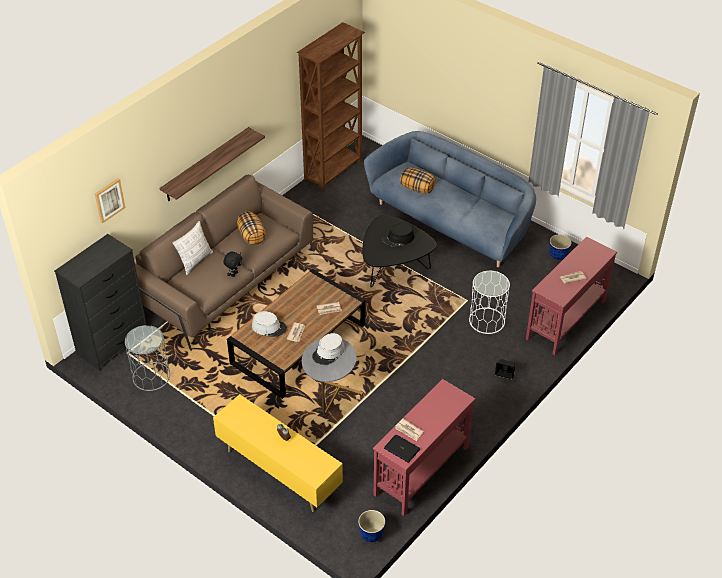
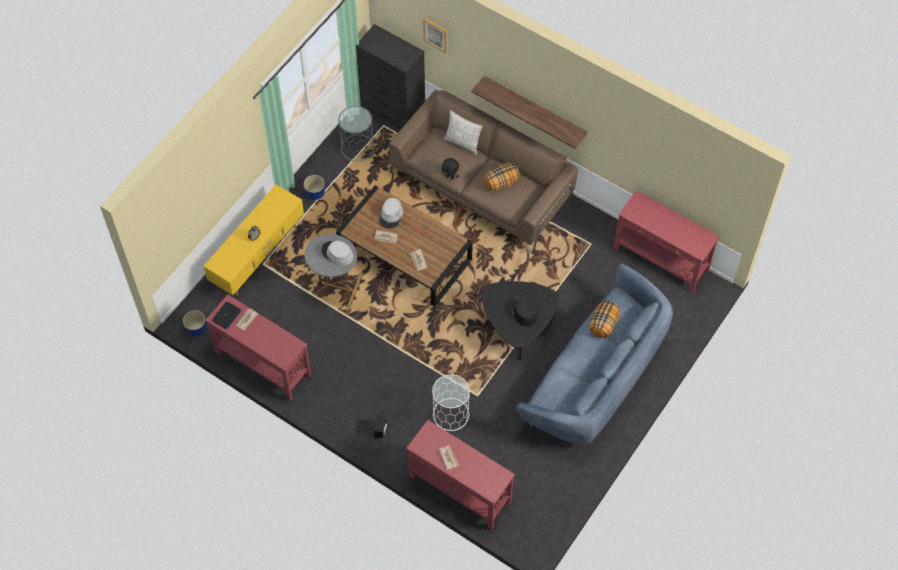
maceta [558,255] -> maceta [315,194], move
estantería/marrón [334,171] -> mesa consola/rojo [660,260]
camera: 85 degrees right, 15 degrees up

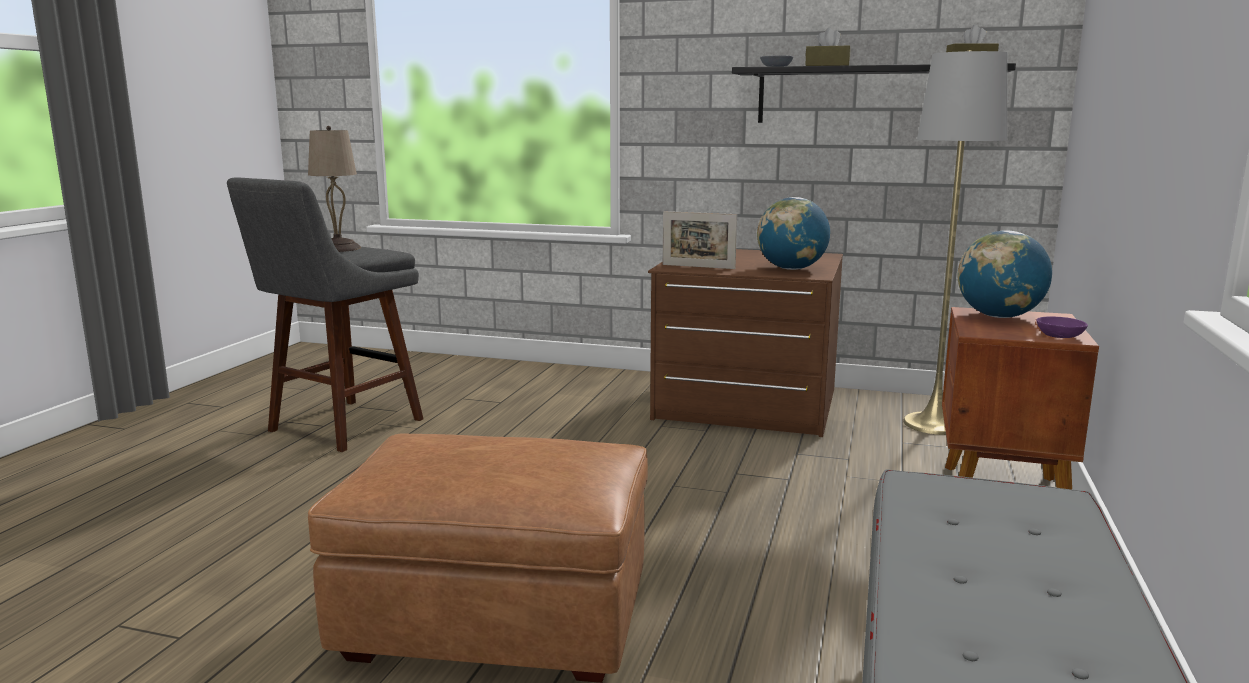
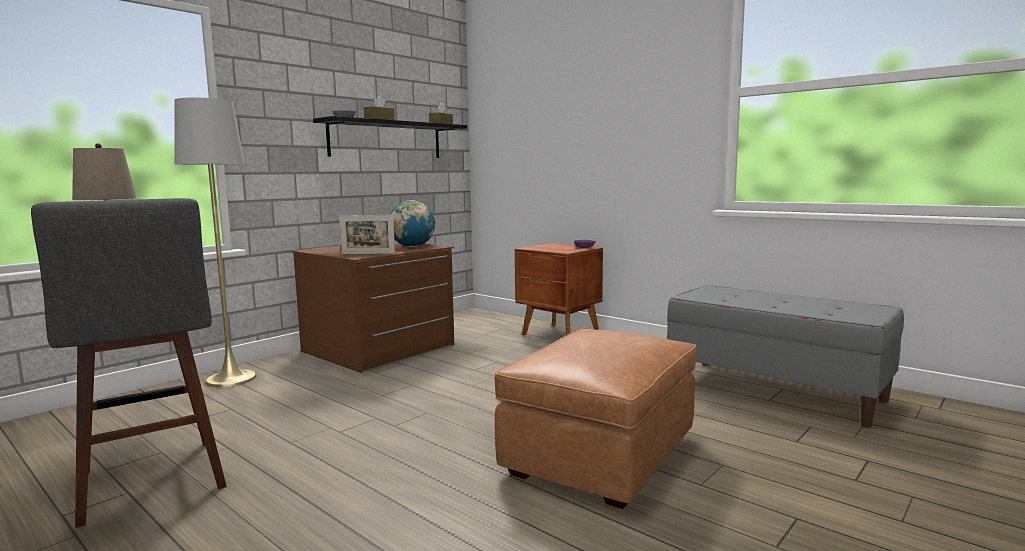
lámpara de pie/gris [934,424] -> lámpara de pie/gris [231,379], move
portarretratos [698,266] -> portarretratos [368,253], 45 degrees clockwise
globo terráqueo [999,316] -> none
camera: 65 degrees left, 5 degrees down

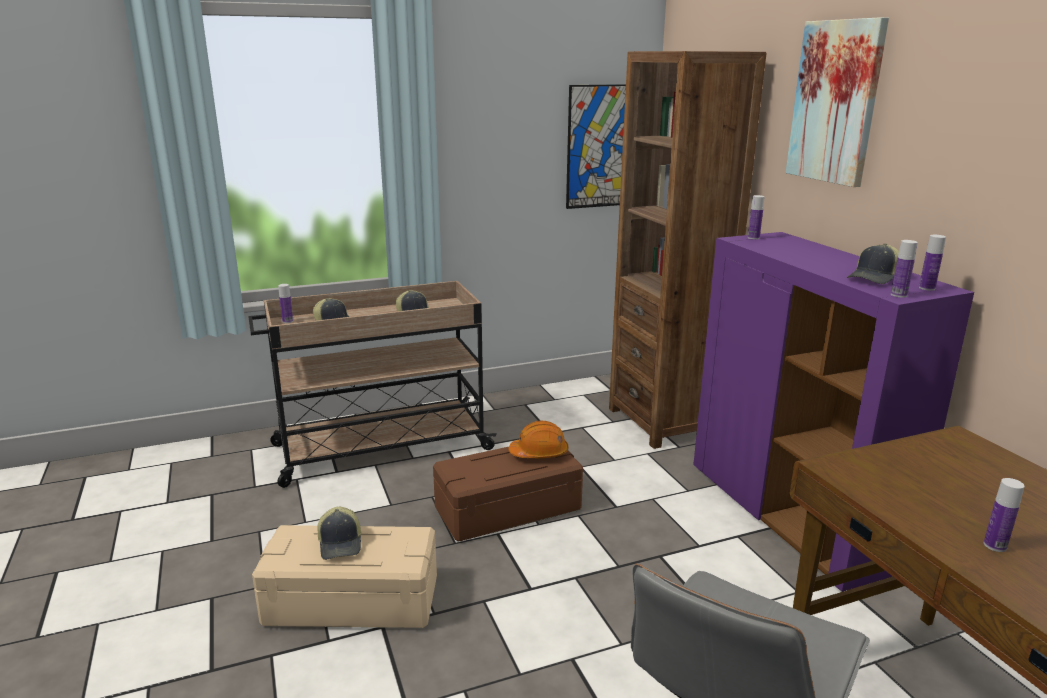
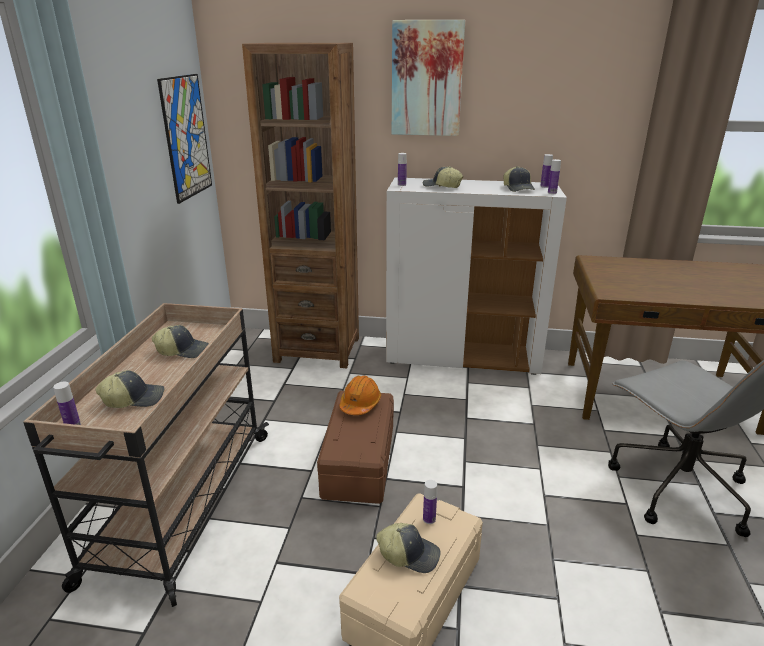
armario/morado [791,517] -> armario/blanco [463,357]
none -> gorra [441,187]
botella [995,545] -> botella [429,519], move
camera: 60 degrees left, 5 degrees up

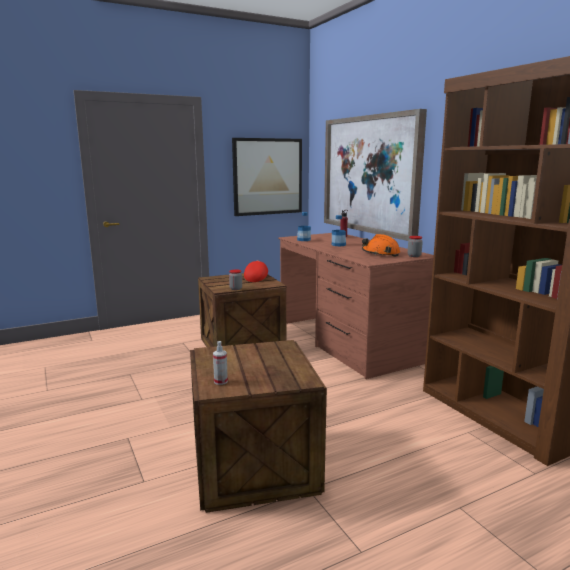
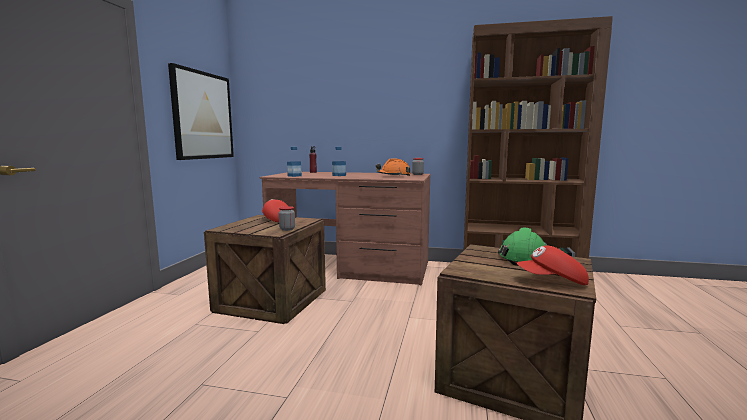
none -> casco/verde [523,258]
pulverizador [220,381] -> gorra/rojo [552,282]
cuadro [370,174] -> none
camera: 50 degrees left, 5 degrees down

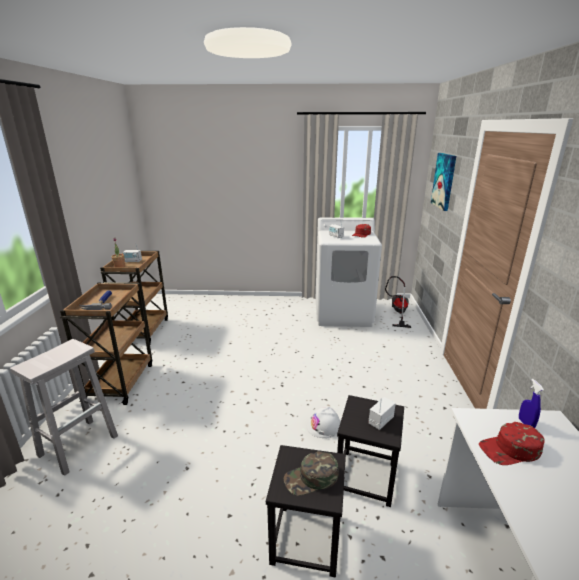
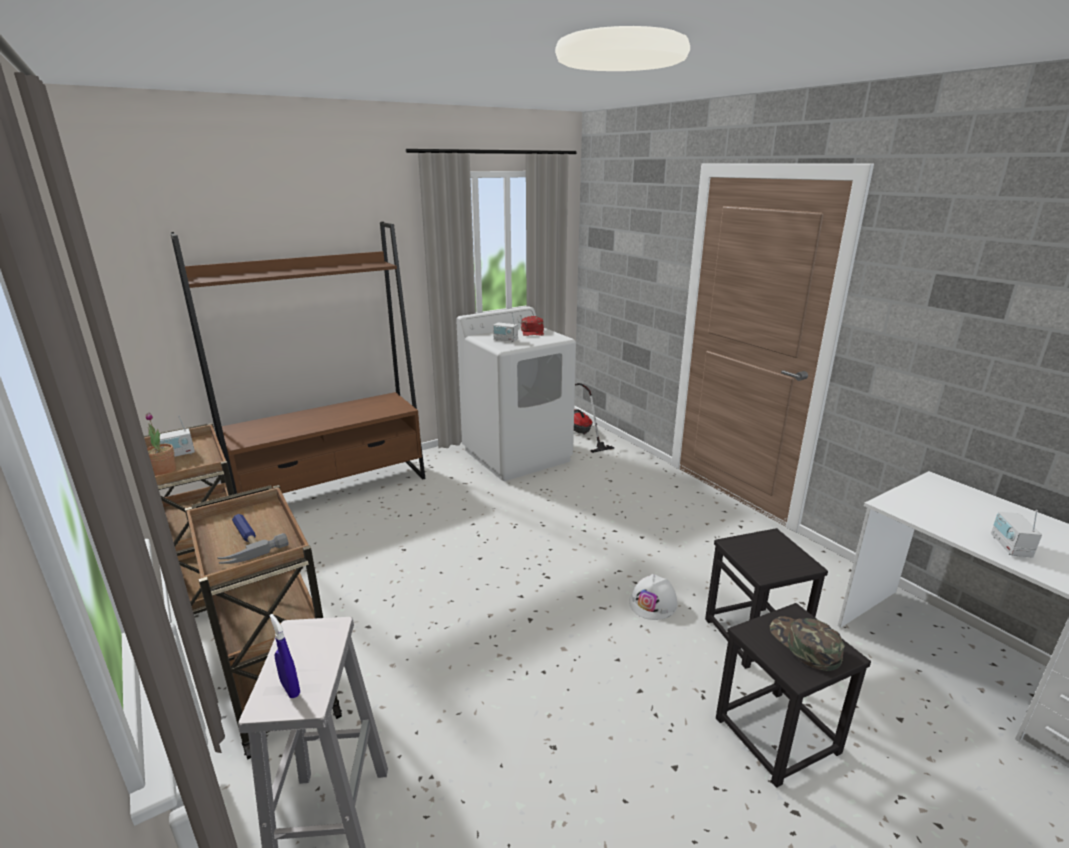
none -> estantería/marrón [332,490]
pulverizador/azul [525,424] -> pulverizador/azul [290,688], move
gorra/verde [311,478] -> gorra/verde [804,644], 120 degrees clockwise
radio [380,421] -> radio [1010,547], move
cuadro [444,181] -> none
gorra/rojo [510,449] -> none
camera: 35 degrees left, 0 degrees up

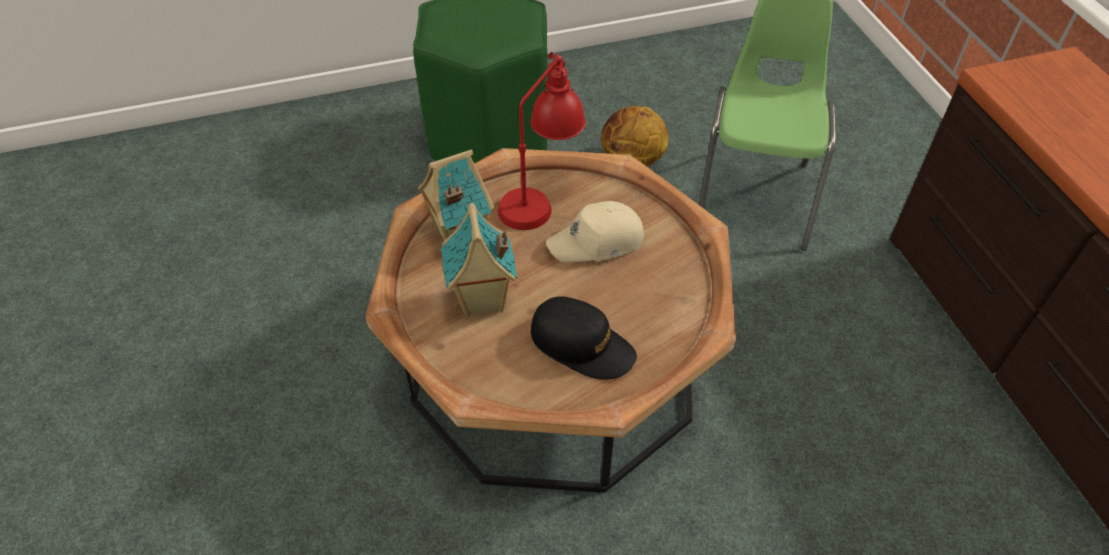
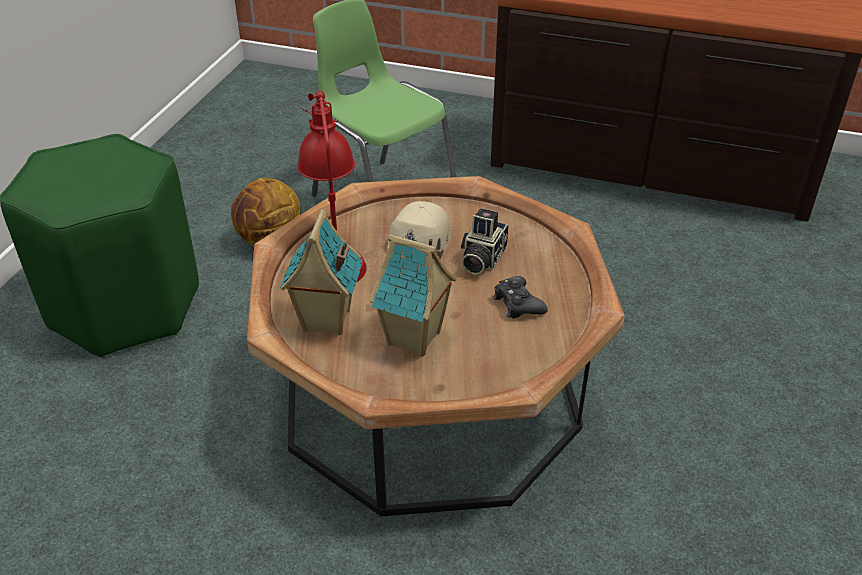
none -> cámara [481,259]
gorra/negro [582,345] -> mando de consola/negro [518,304]
camera: 55 degrees left, 10 degrees down

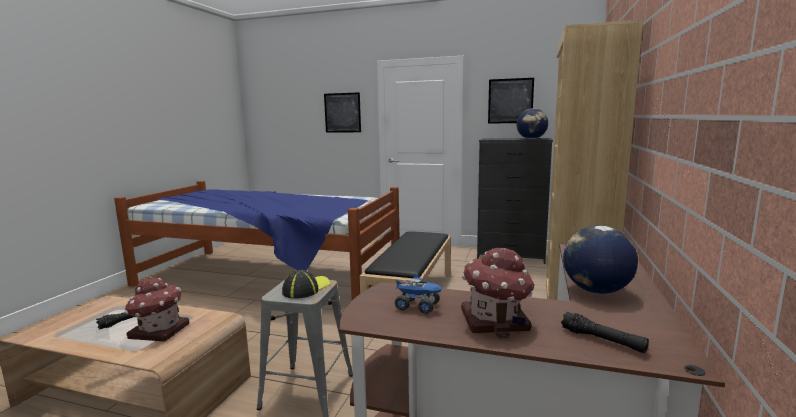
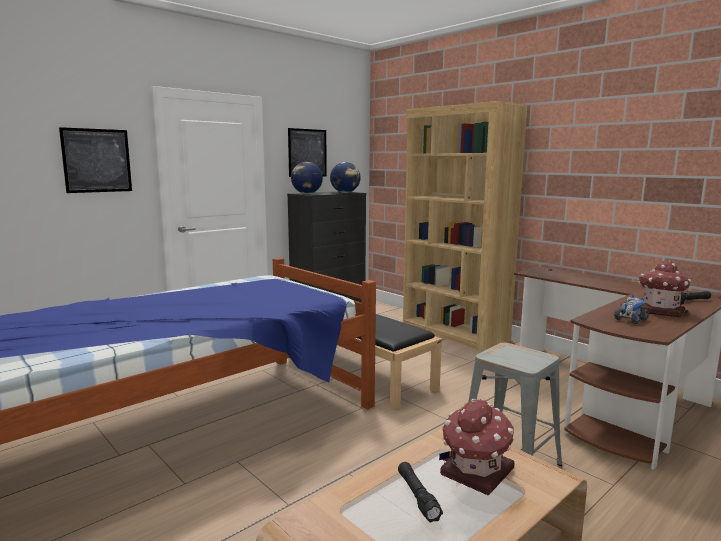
globo terráqueo [596,290] -> globo terráqueo [306,193], move
gorra [306,289] -> none
camera: 60 degrees left, 0 degrees up

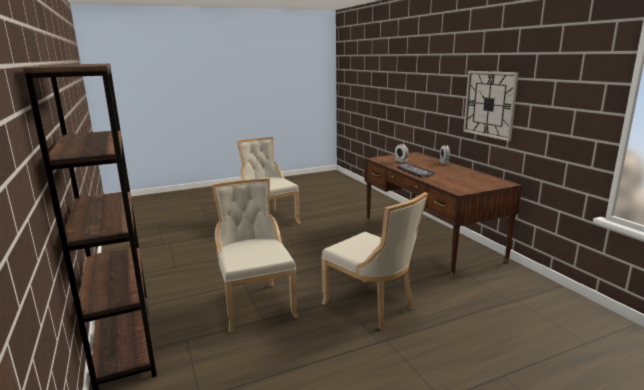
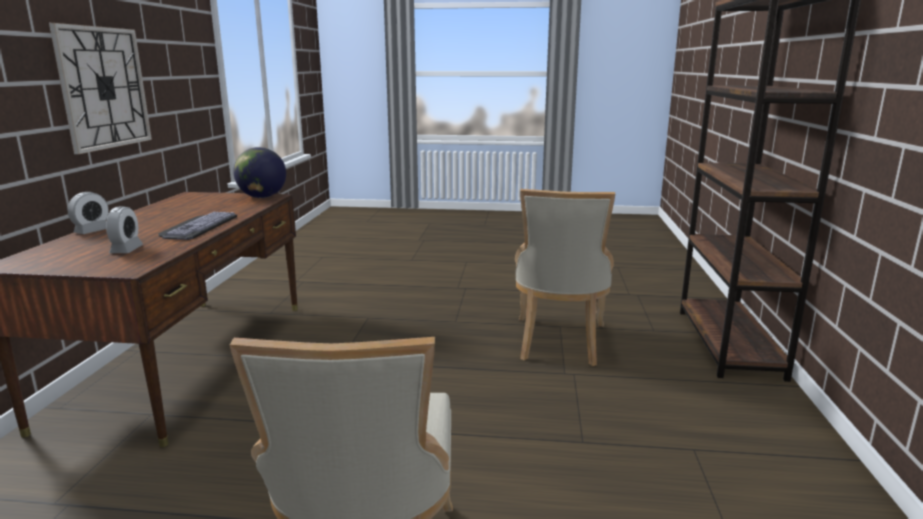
none -> globo terráqueo [262,197]
silla/beis [372,306] -> none
camera: 150 degrees left, 0 degrees up

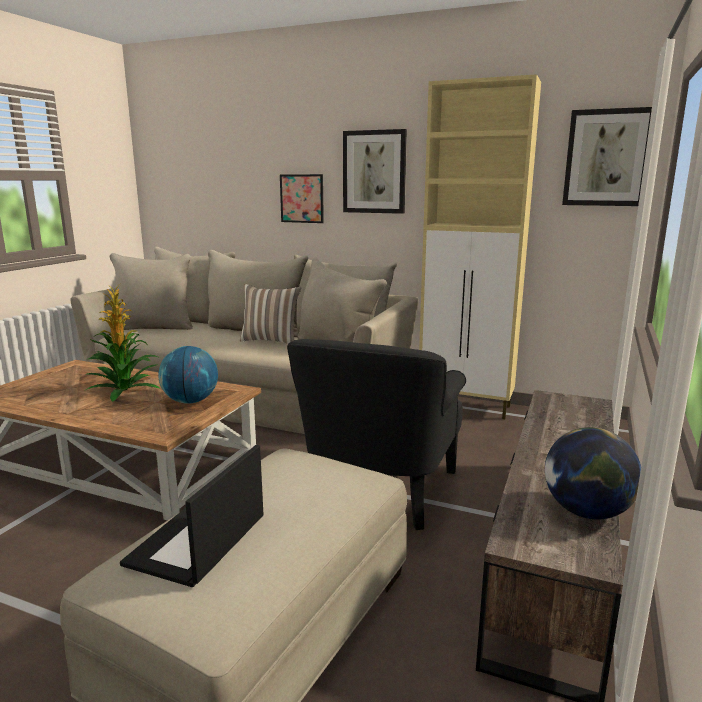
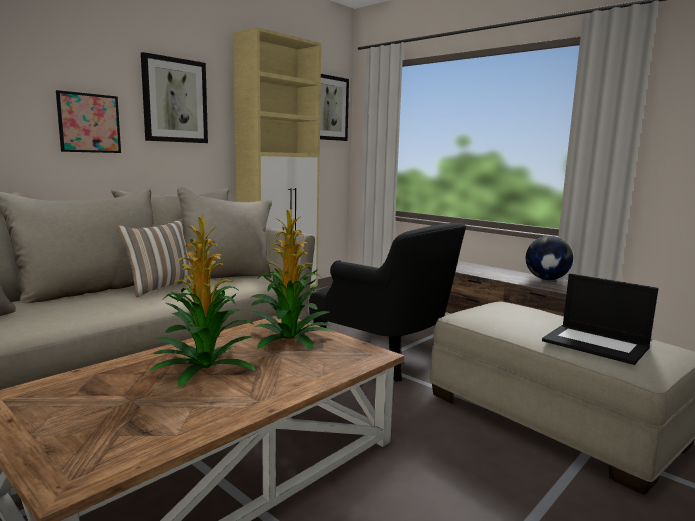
globo terráqueo [191,401] -> planta en maceta [290,339]
camera: 70 degrees left, 5 degrees down

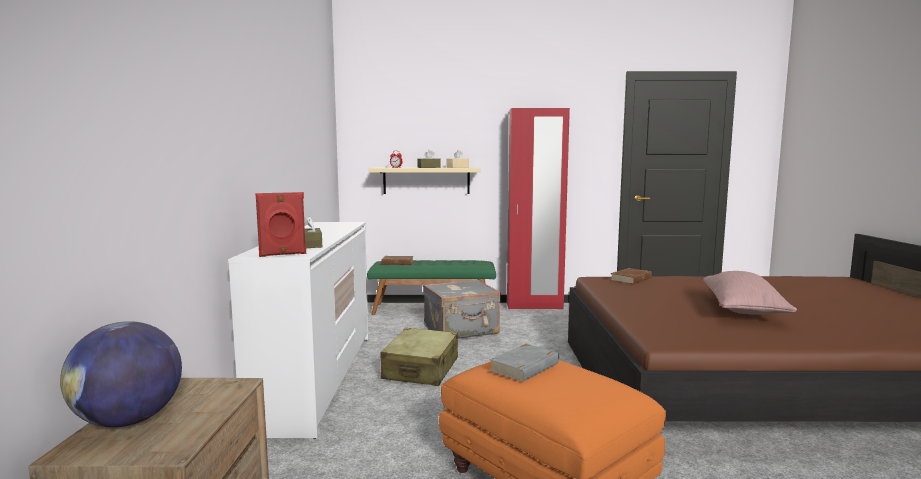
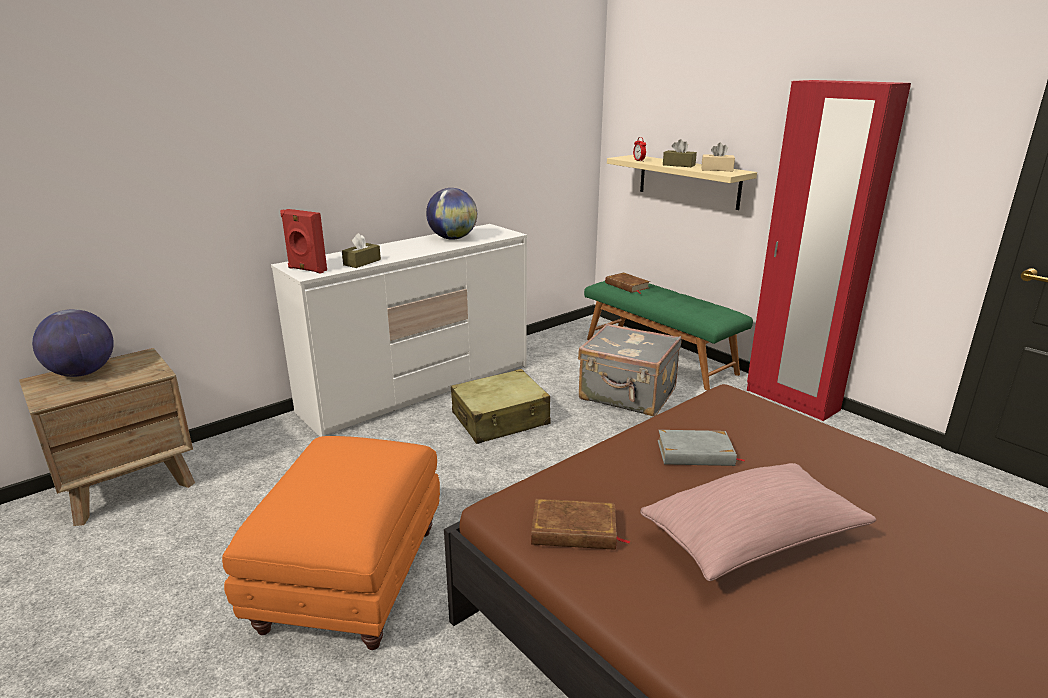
none -> globo terráqueo [453,238]
libro/marrón [631,279] -> libro/marrón [574,530], move
libro/gris [525,367] -> libro/gris [695,453], move
camera: 50 degrees right, 15 degrees up

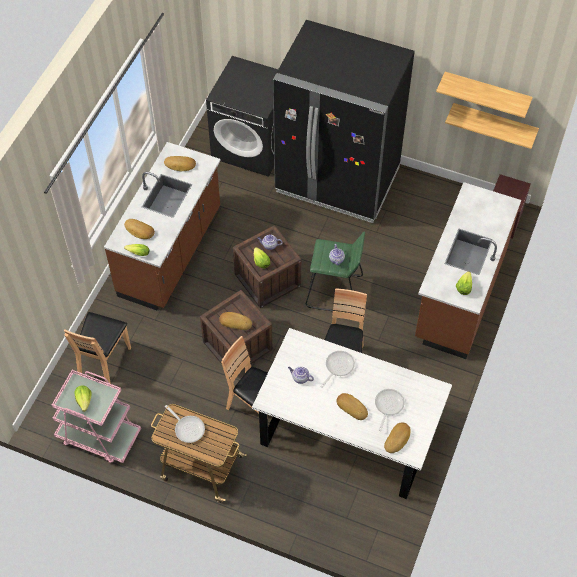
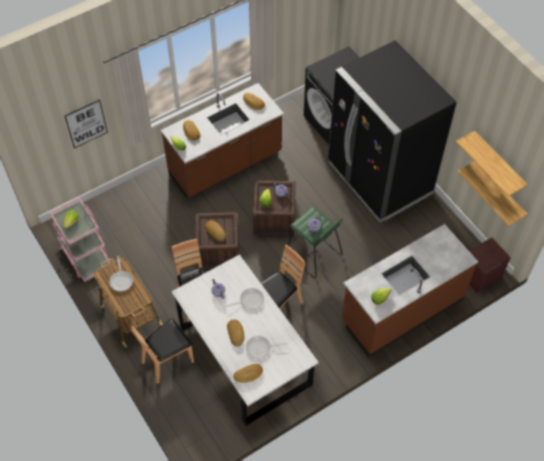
none -> cuadro [86,123]
silla/marrón [104,362] -> silla/marrón [167,360], move
sartén [388,406] -> sartén [261,348], 150 degrees counterclockwise
camera: 35 degrees right, 0 degrees up

